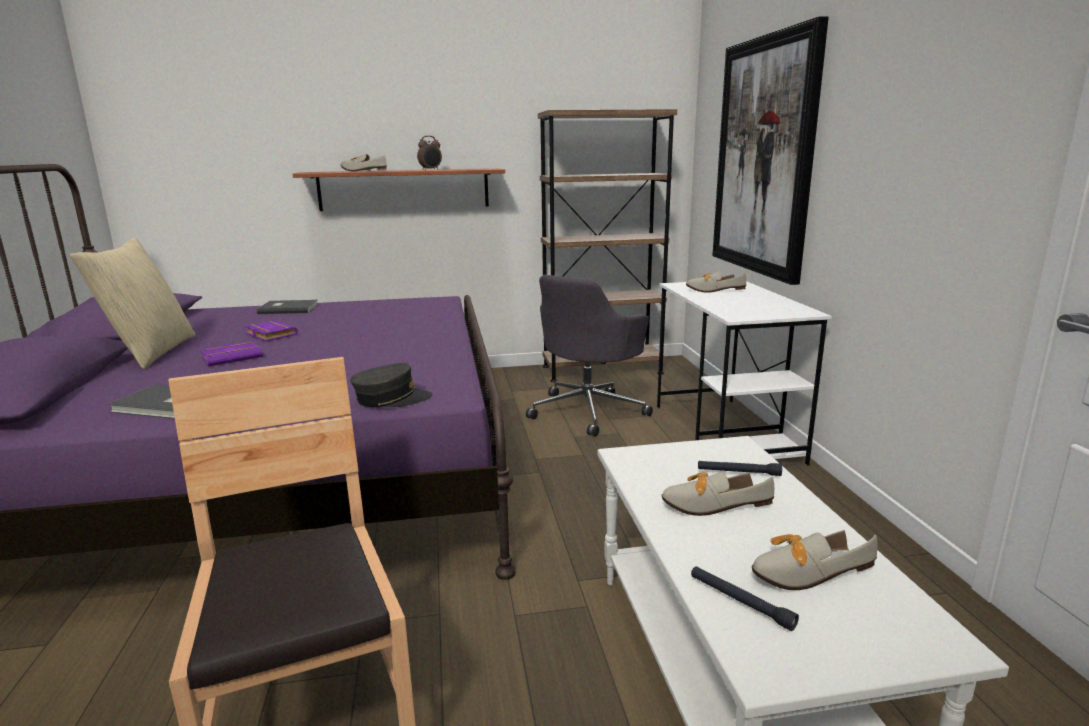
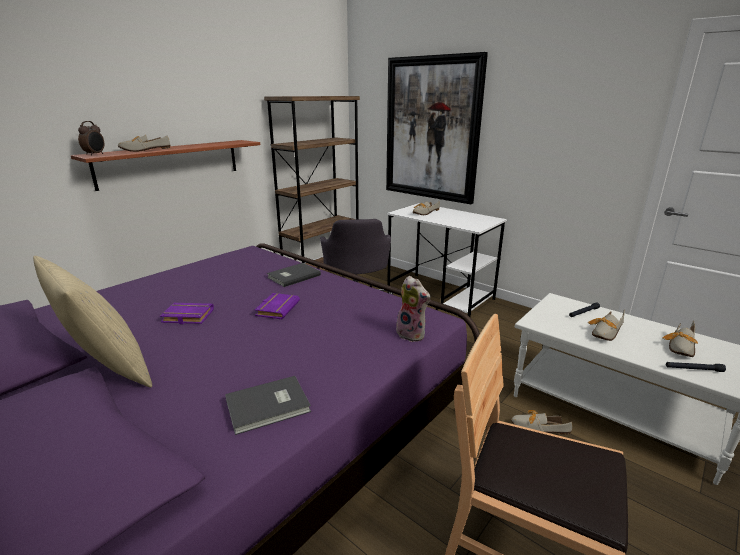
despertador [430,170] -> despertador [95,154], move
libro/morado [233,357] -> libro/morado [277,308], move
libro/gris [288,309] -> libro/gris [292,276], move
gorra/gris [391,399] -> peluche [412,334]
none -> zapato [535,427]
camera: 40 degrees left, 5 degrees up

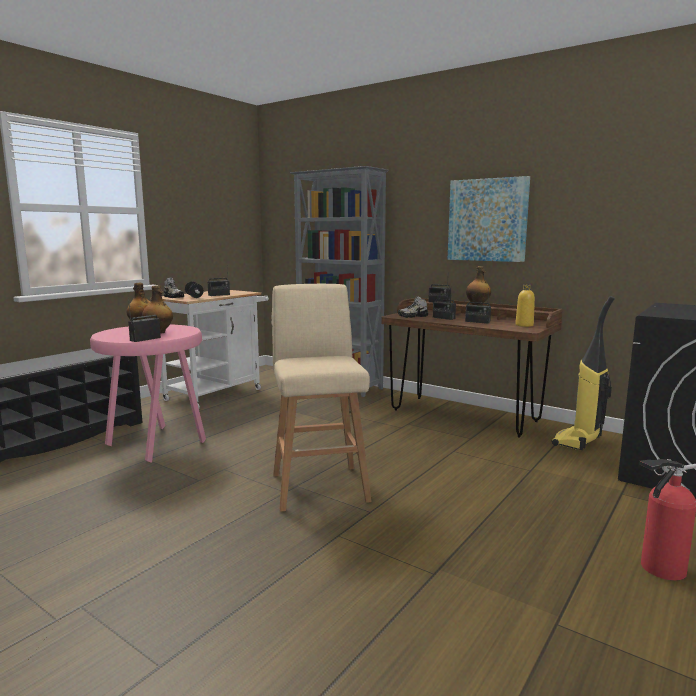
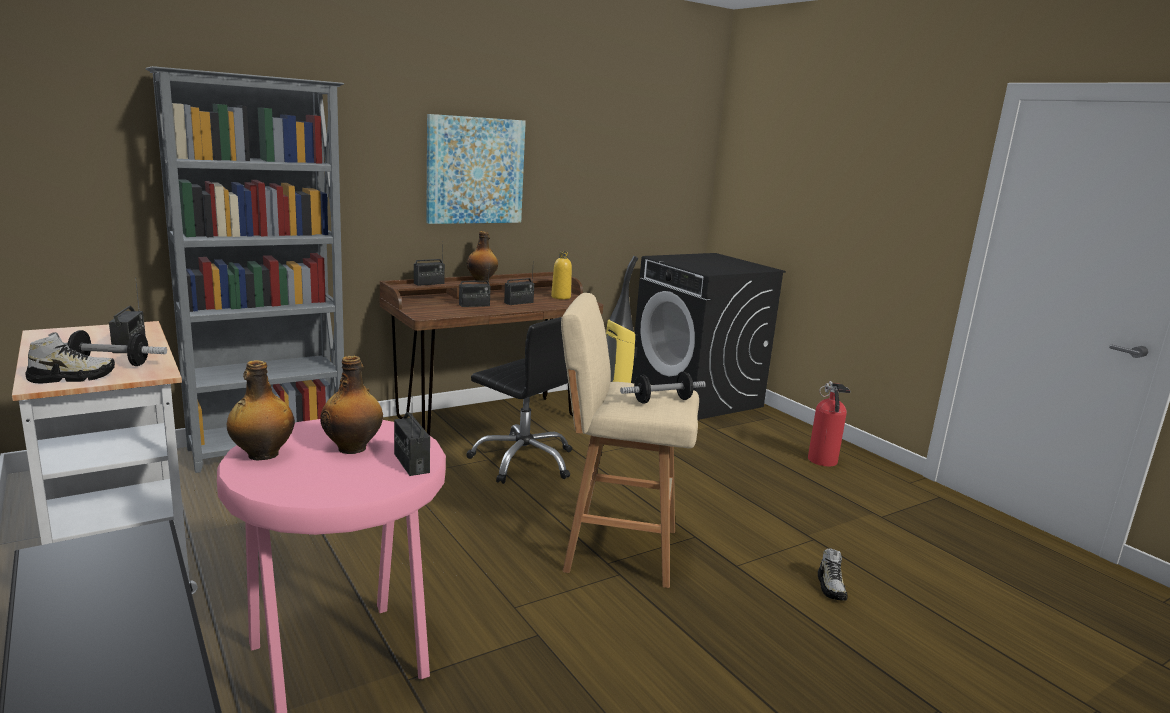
none -> silla de oficina/negro [524,461]
none -> mancuerna [662,400]
zapato [413,316] -> zapato [831,587], move
camera: 70 degrees left, 5 degrees up

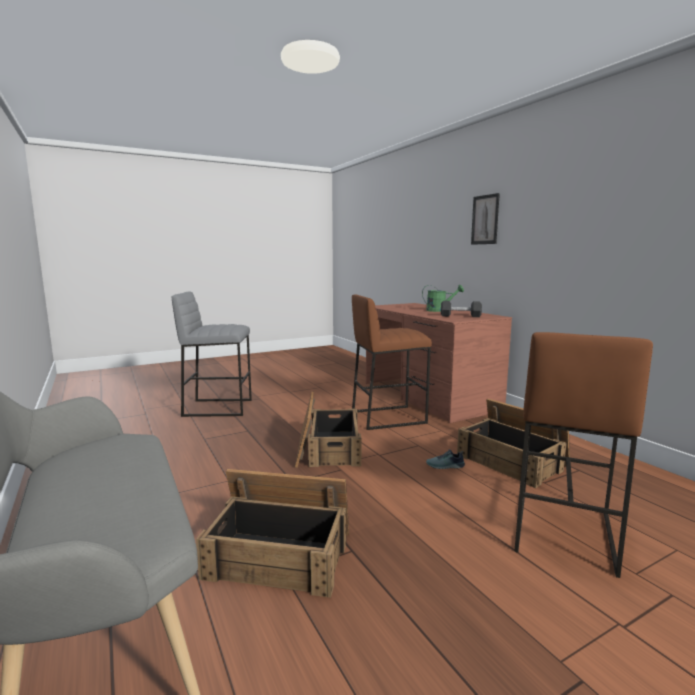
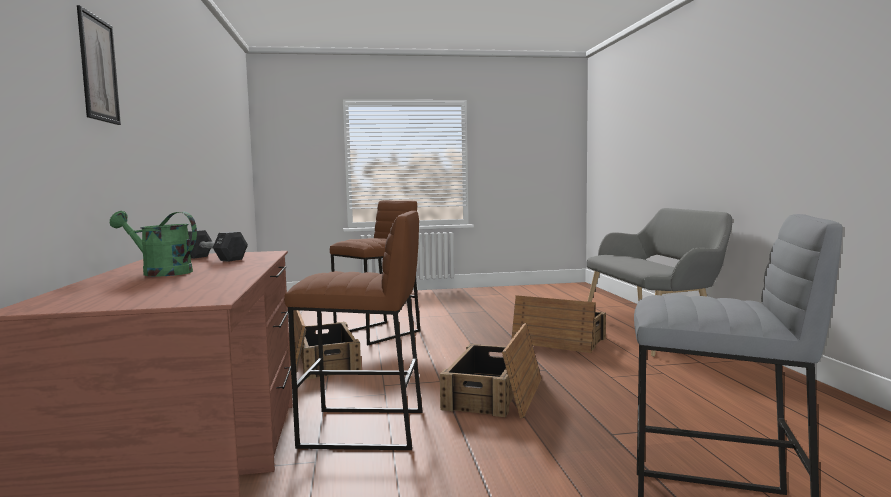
zapato [445,466] -> none
camera: 160 degrees left, 5 degrees down

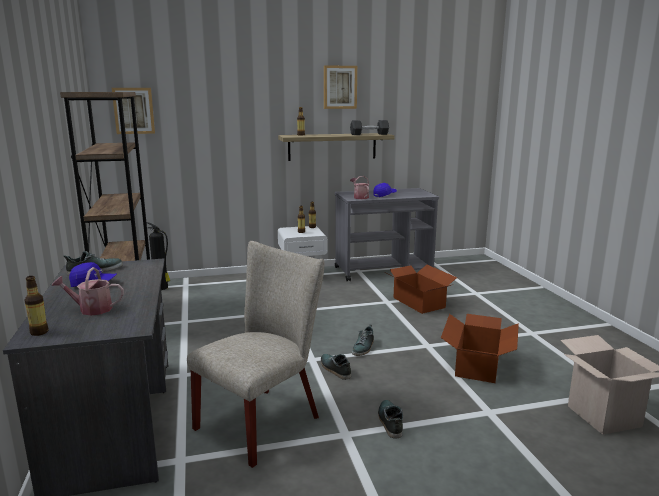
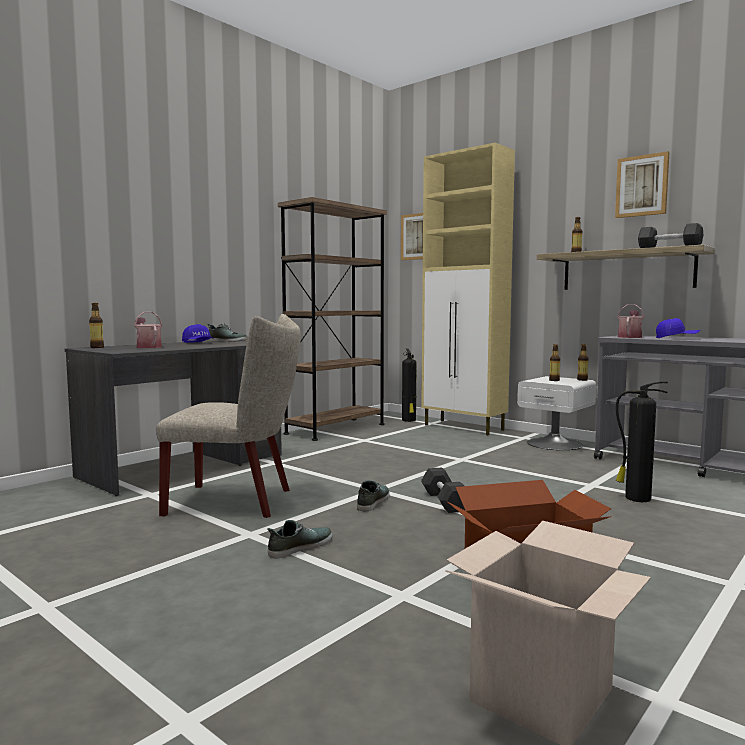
none -> armario/beis [464,427]
zapato [363,348] -> mancuerna/negro [444,501]
caja de cartón [419,302] -> extintor [636,498]
camera: 55 degrees right, 10 degrees down

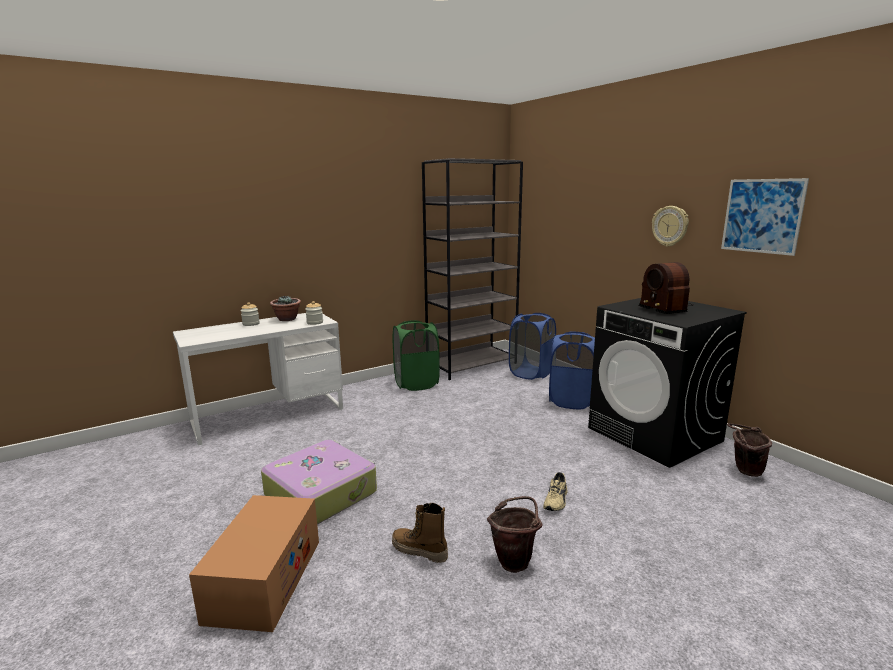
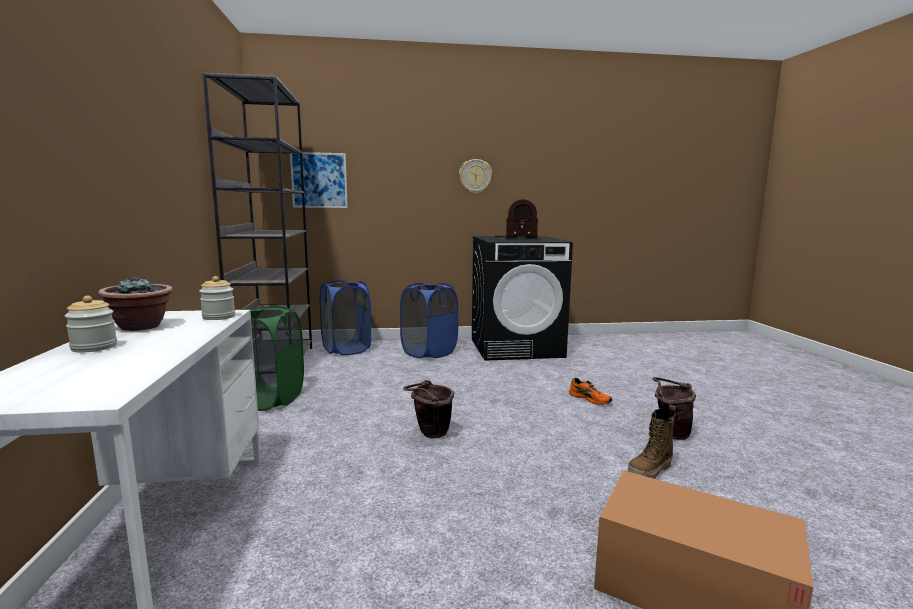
cuadro [762,216] -> cuadro [319,180], move
cubo/marrón [744,470] -> cubo/marrón [430,434], move
zapato/beis [557,500] -> zapato/naranja [590,399]
maleta [321,493] -> none
camera: 65 degrees left, 5 degrees down

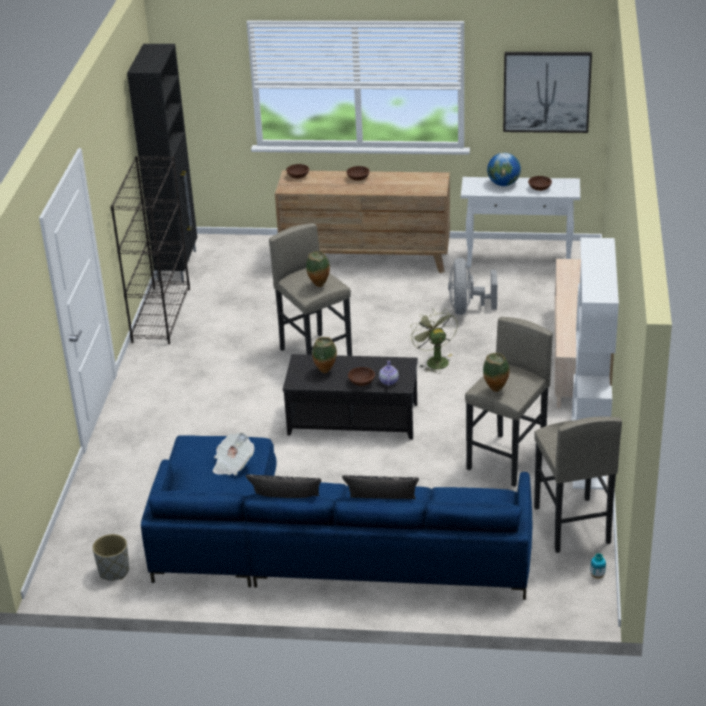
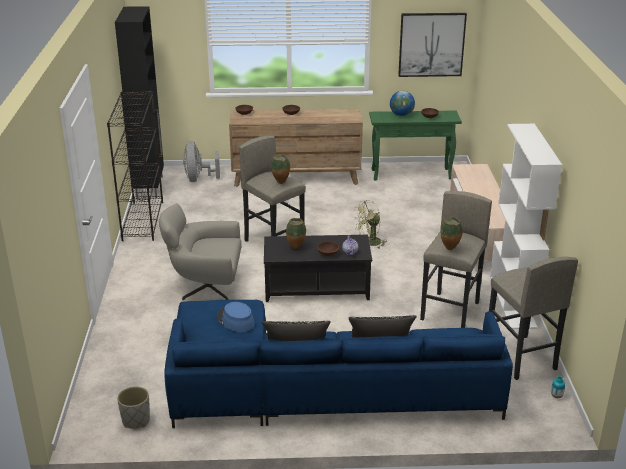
none -> sillón/gris [205,287]
ventilador/gris [467,309] -> ventilador/gris [199,179], move
periódico [232,464] -> sombrero/azul [235,320]
ventilador/verde [434,361] -> ventilador/verde [369,243], 90 degrees counterclockwise
mesa consola/blanco [519,259] -> mesa consola/verde [412,174]
camera: 10 degrees left, 5 degrees down

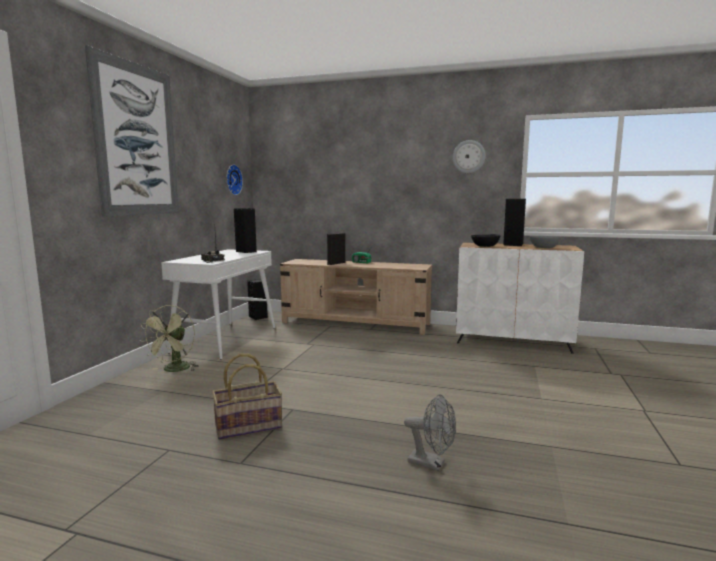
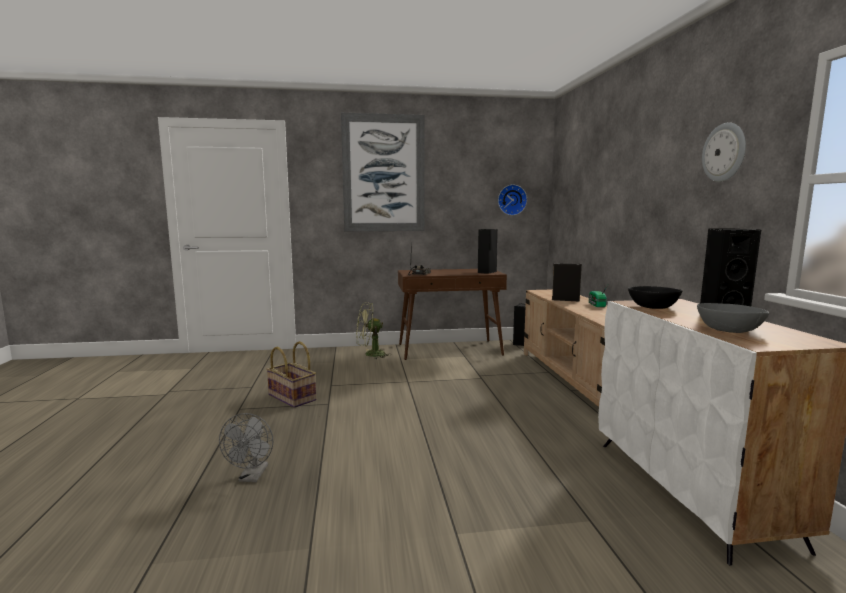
mesa consola/blanco [226,339] -> mesa consola/marrón [450,349]
camera: 65 degrees right, 0 degrees up

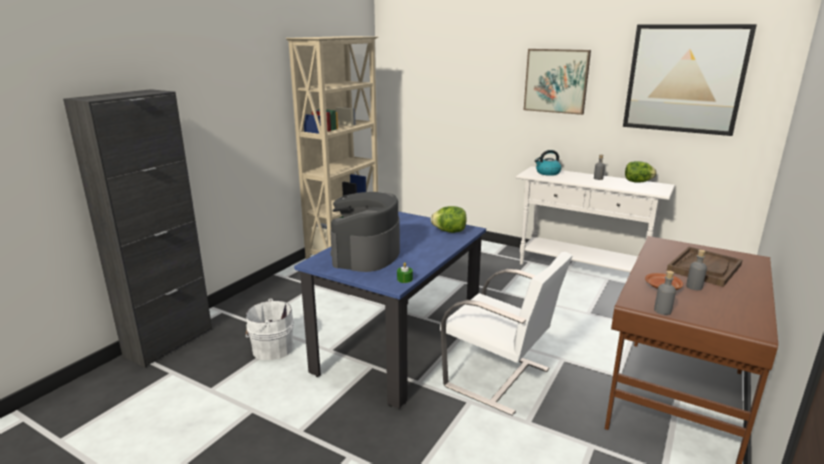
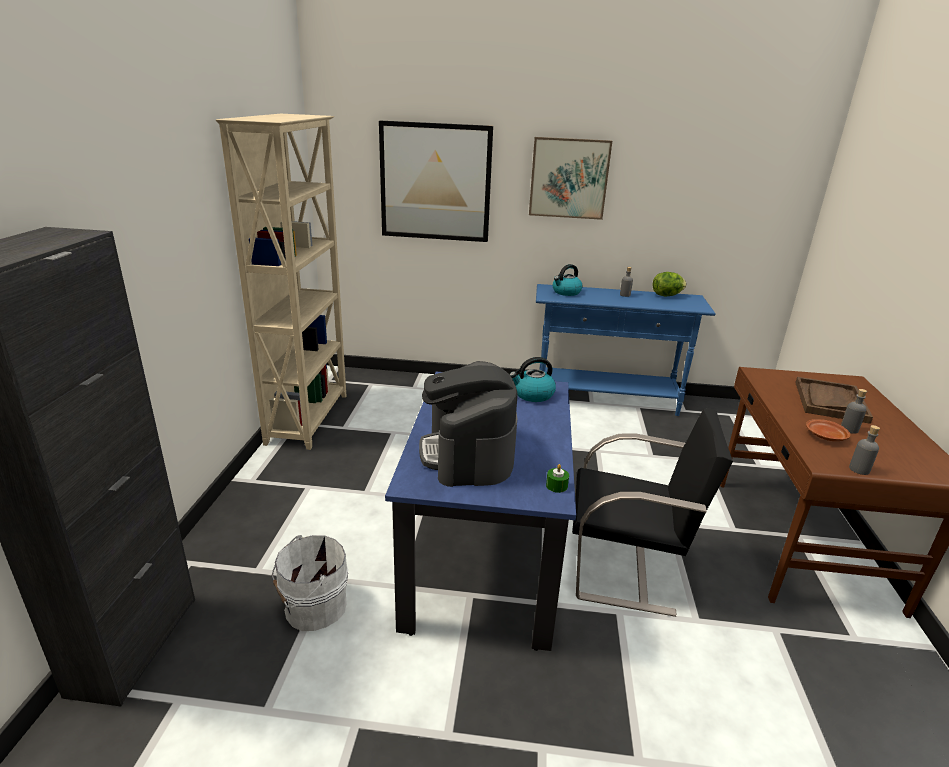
cuadro [684,79] -> cuadro [435,182], move
lechuga [449,231] -> hervidor [532,394]
mesa consola/blanco [582,270] -> mesa consola/azul [606,400]
silla/blanco [499,378] -> silla/negro [626,568]
camera: 25 degrees left, 5 degrees up

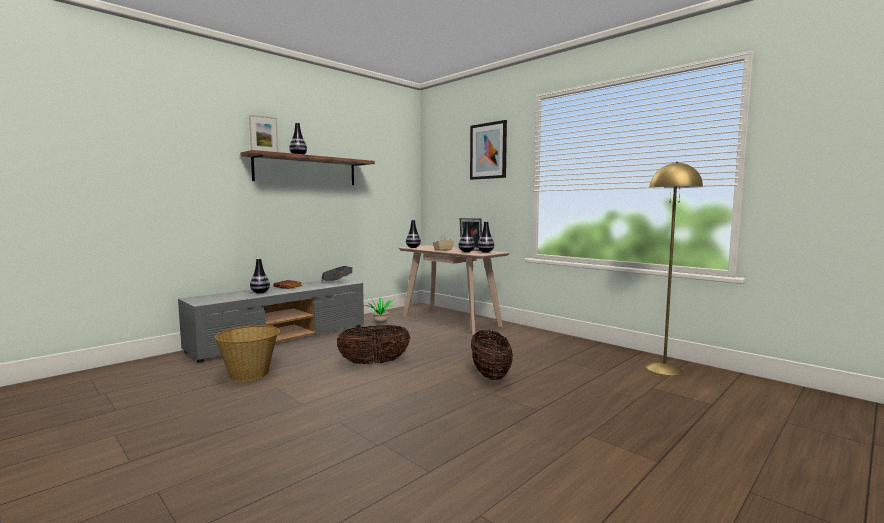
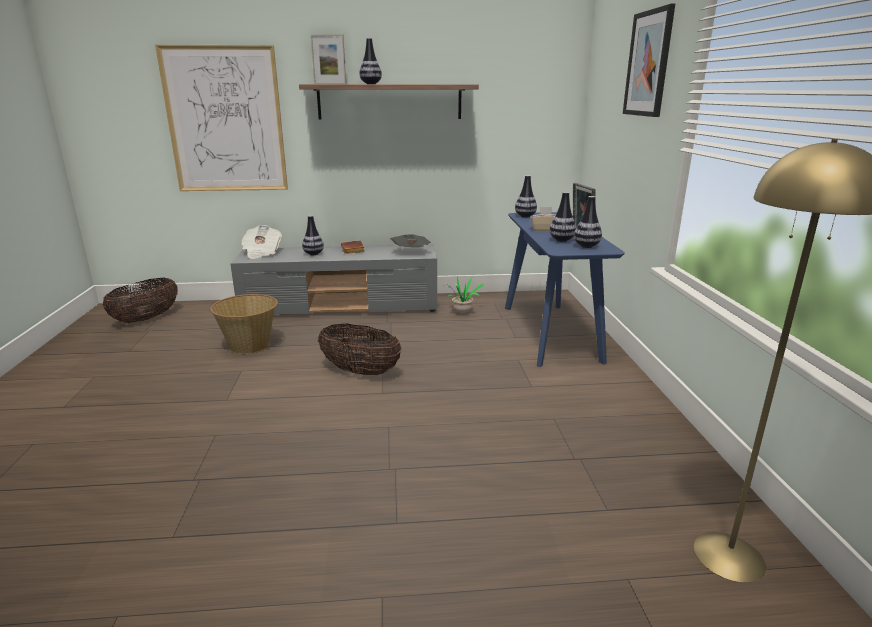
cesta [490,375] -> cesta [146,318], move
none -> cuadro [225,120]
none -> periódico [261,253]
mesa consola/beis [451,321] -> mesa consola/azul [550,332]
camera: 40 degrees right, 15 degrees up

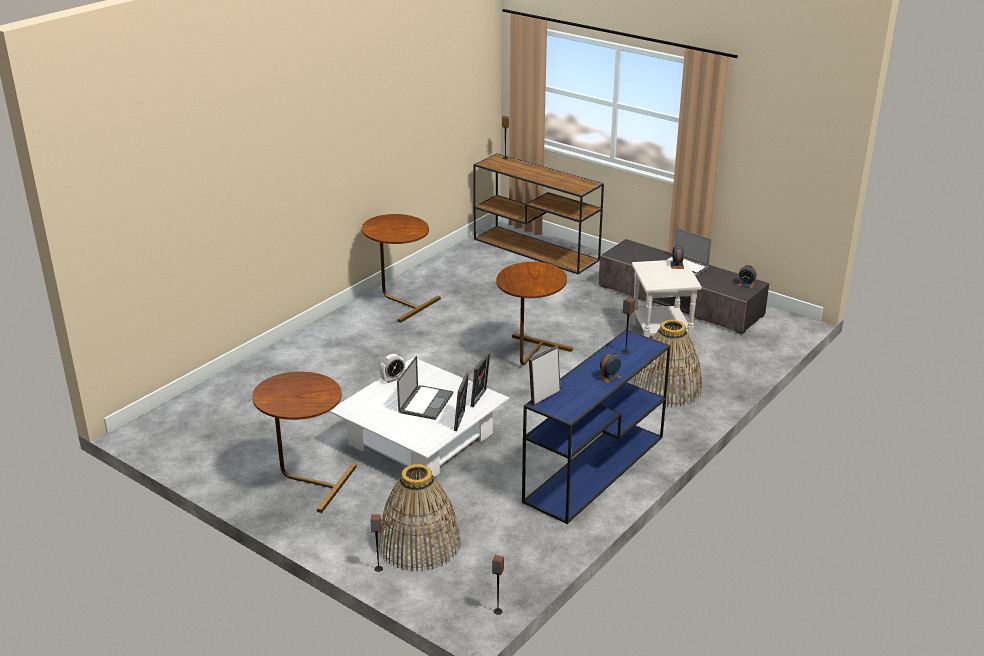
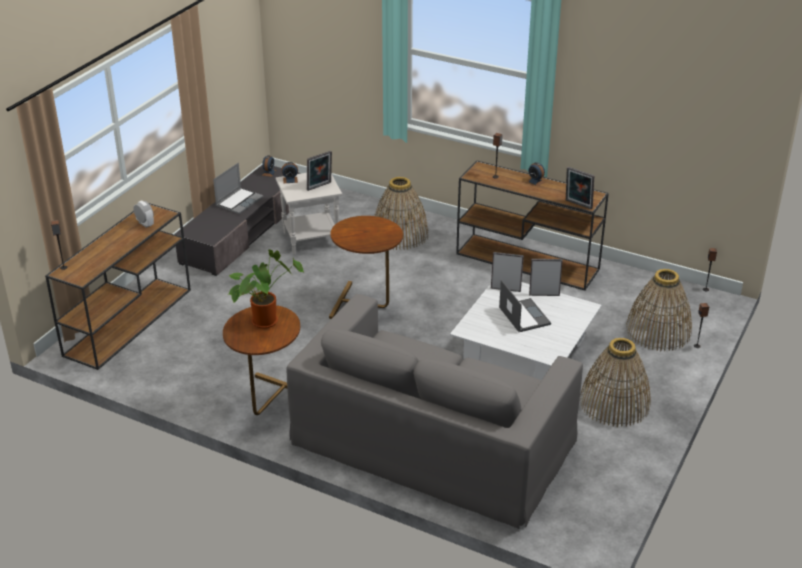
despertador [393,379] -> despertador [145,224], move
none -> planta en maceta [266,320]
none -> sofá/gris [432,440]
none -> portarretratos [320,187]
mesa consola/azul [594,470] -> mesa consola/marrón [528,262]
portátil [426,402] -> portátil [524,315], 60 degrees clockwise
mesa auxiliar/marrón [307,481] -> cesta [614,403]
camera: 100 degrees left, 5 degrees up

